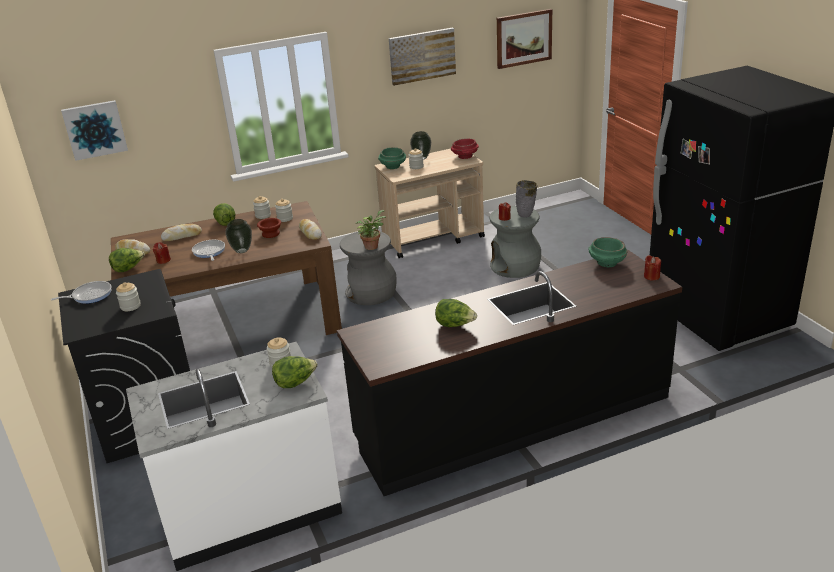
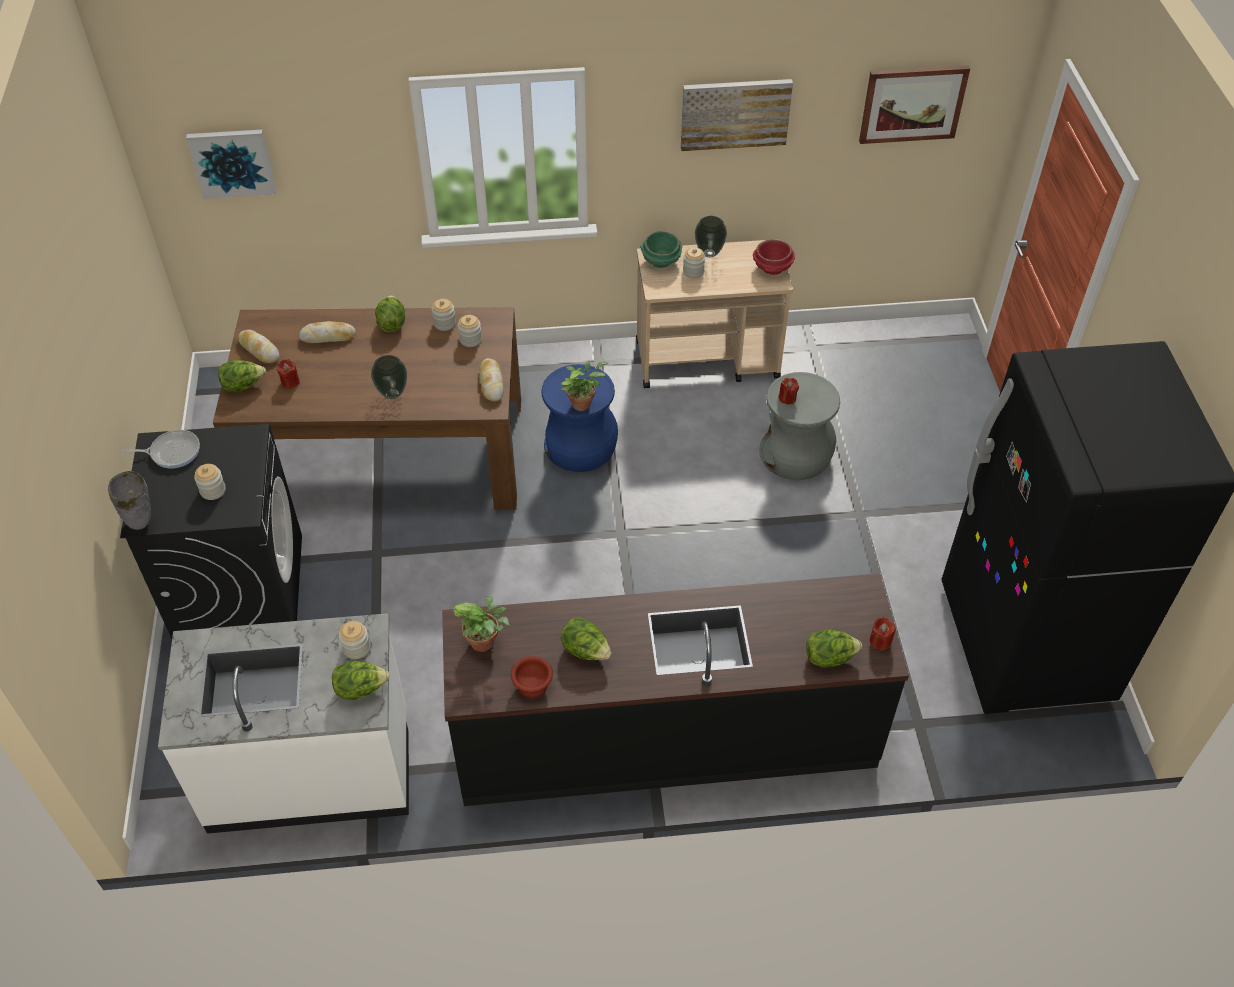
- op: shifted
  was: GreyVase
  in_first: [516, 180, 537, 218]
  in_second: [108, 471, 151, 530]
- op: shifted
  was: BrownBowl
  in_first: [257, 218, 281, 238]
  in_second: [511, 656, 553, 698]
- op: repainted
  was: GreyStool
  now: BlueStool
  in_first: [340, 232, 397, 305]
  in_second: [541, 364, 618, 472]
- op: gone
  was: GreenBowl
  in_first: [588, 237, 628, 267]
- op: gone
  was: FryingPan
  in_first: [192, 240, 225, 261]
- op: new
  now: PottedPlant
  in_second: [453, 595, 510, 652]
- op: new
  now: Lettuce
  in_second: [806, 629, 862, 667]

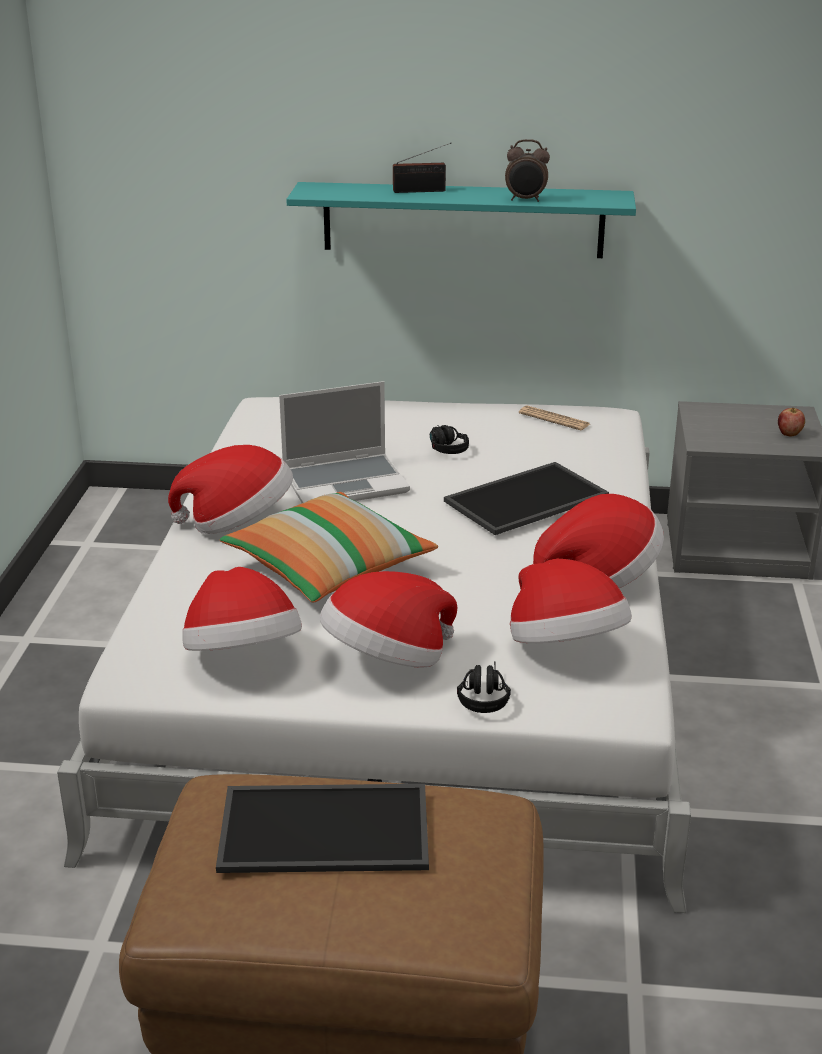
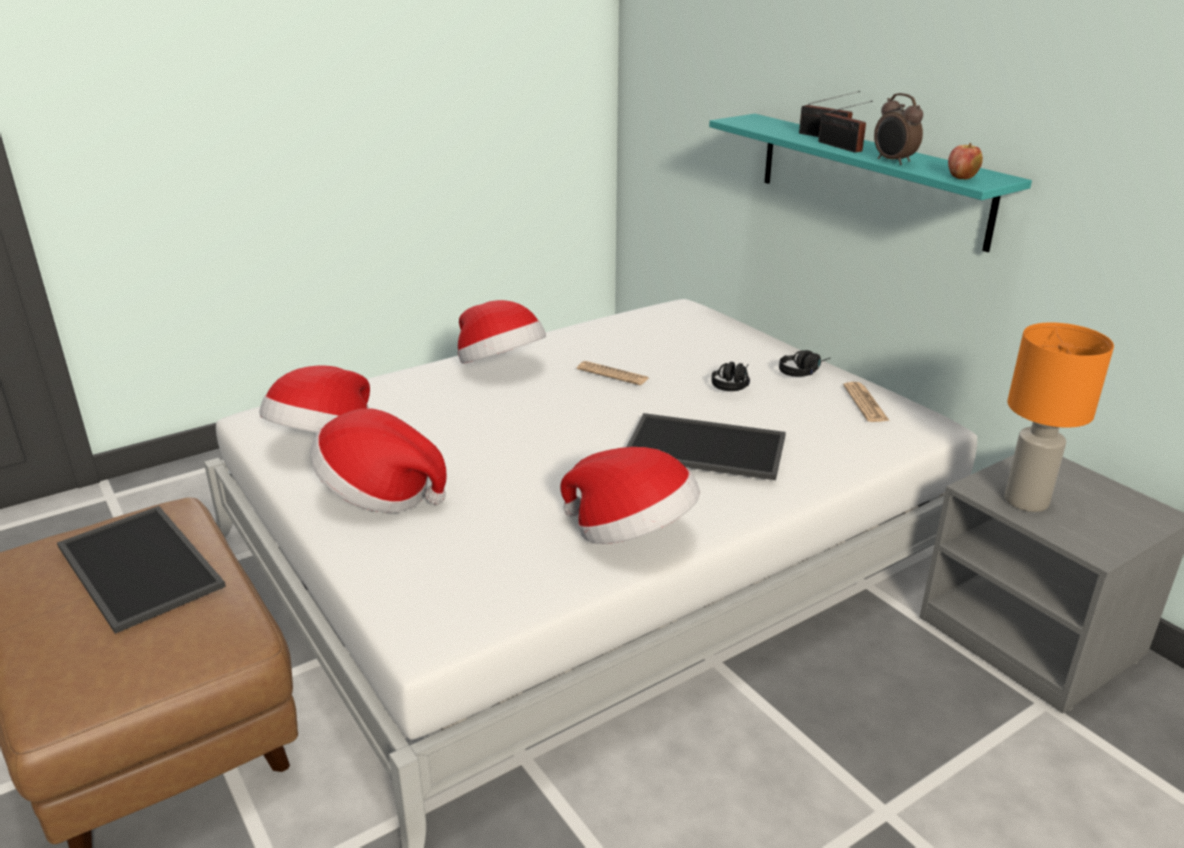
- op: swapped
  was: Laptop
  now: Newspaper
  in_first: [279, 381, 410, 503]
  in_second: [577, 361, 649, 385]
- op: shifted
  was: Apple
  in_first: [778, 407, 805, 437]
  in_second: [948, 143, 983, 180]
- op: gone
  was: Pillow
  in_first: [220, 492, 438, 603]
- op: gone
  was: Hat
  in_first: [510, 559, 632, 643]
- op: shifted
  was: BlackHeadphones
  in_first: [457, 661, 511, 713]
  in_second: [779, 350, 830, 377]
- op: new
  now: Radio
  in_second: [818, 101, 872, 153]
- op: new
  now: OrangeTableLamp
  in_second: [1004, 322, 1114, 512]

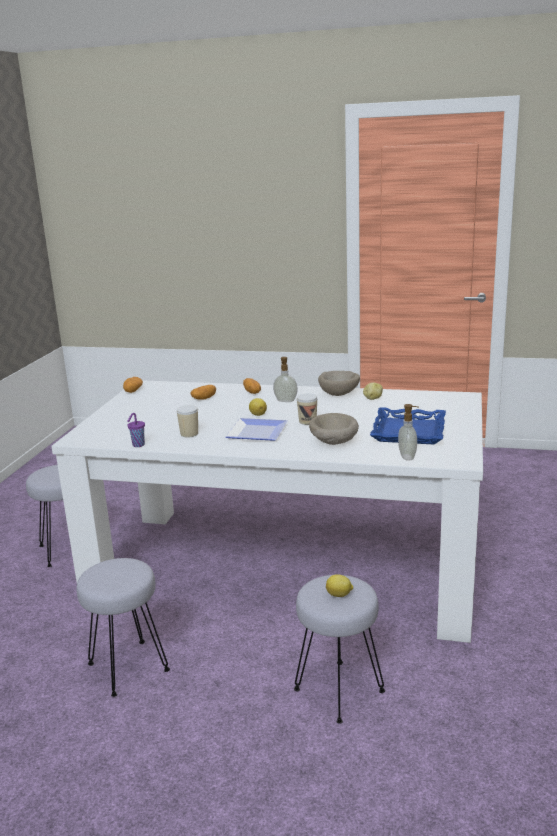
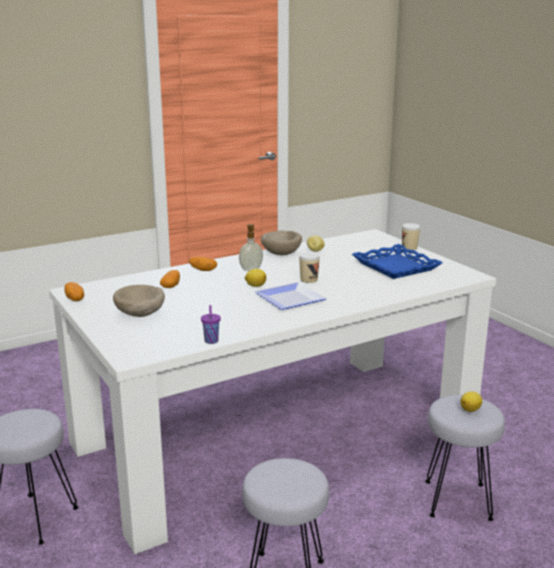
- op: gone
  was: SoapDispenser
  in_first: [398, 404, 419, 461]
- op: shifted
  was: Cup
  in_first: [176, 405, 198, 438]
  in_second: [402, 223, 420, 250]
- op: shifted
  was: BeigeBowl
  in_first: [309, 413, 359, 445]
  in_second: [113, 285, 165, 317]

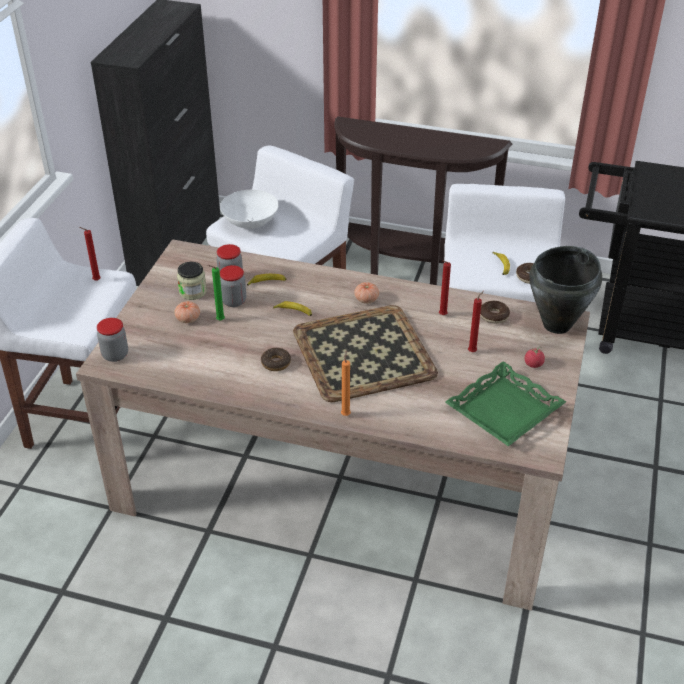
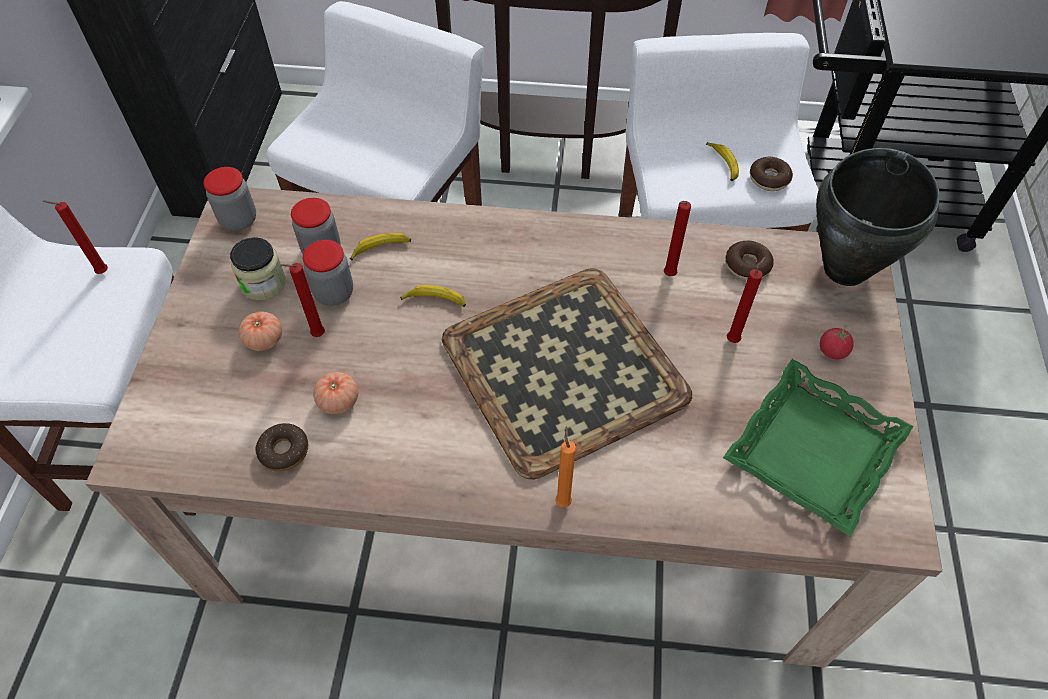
- op: gone
  was: WhiteBowl
  in_first: [220, 190, 279, 229]
- op: repainted
  was: GreenCandle
  now: RedCandle
  in_first: [208, 265, 225, 321]
  in_second: [280, 263, 325, 337]
- op: shifted
  was: Tomato
  in_first: [354, 282, 379, 304]
  in_second: [313, 372, 358, 414]
- op: shifted
  was: Jar
  in_first: [97, 318, 128, 362]
  in_second: [203, 167, 256, 231]
- op: shifted
  was: Donut
  in_first: [261, 348, 291, 371]
  in_second: [255, 423, 308, 471]

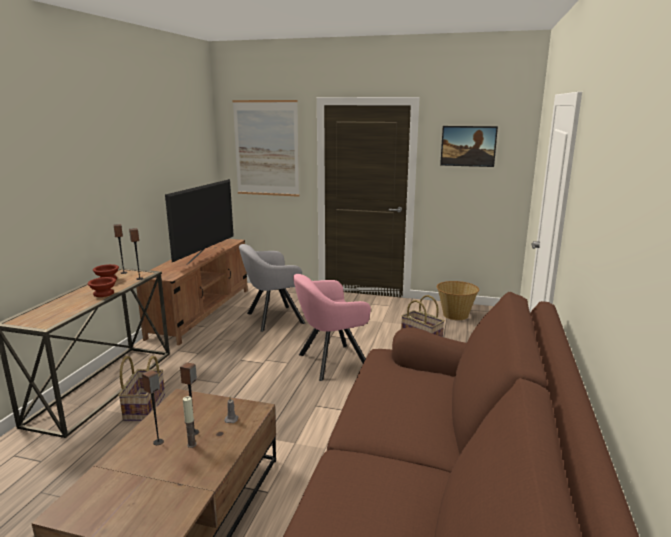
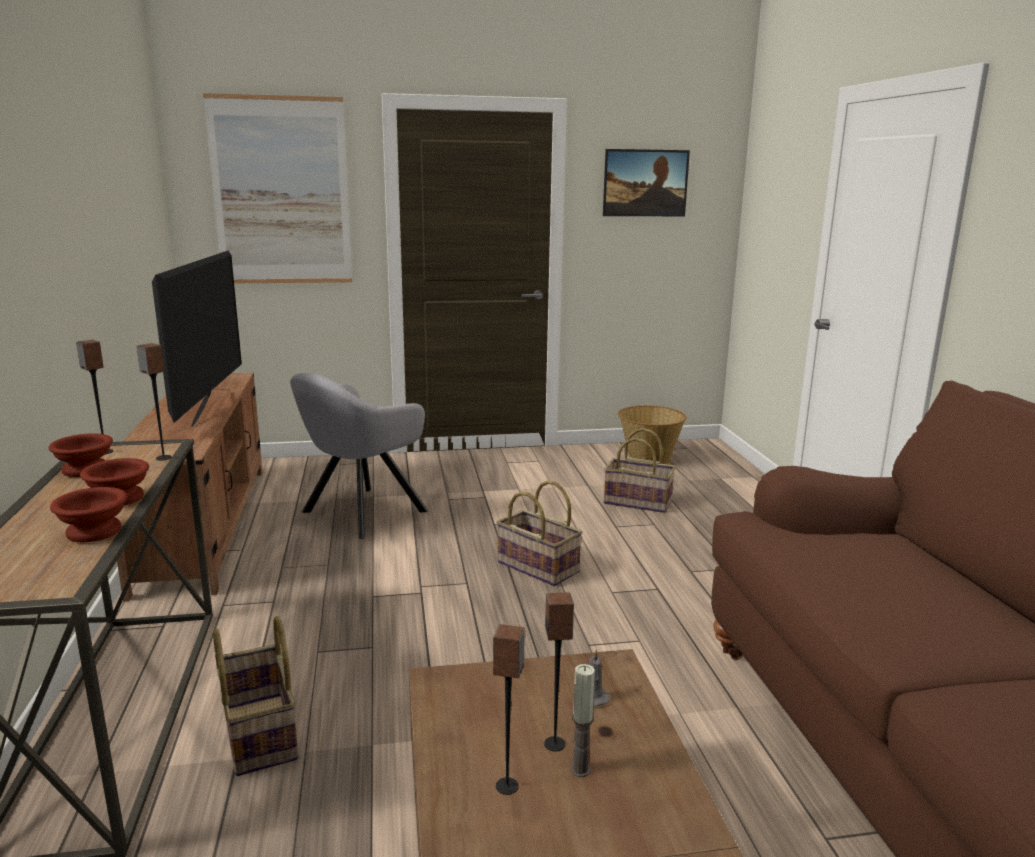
- op: swapped
  was: PinkArmchair
  now: Basket
  in_first: [293, 274, 371, 381]
  in_second: [496, 480, 582, 586]
- op: new
  now: BrownBowl
  in_second: [50, 487, 127, 542]

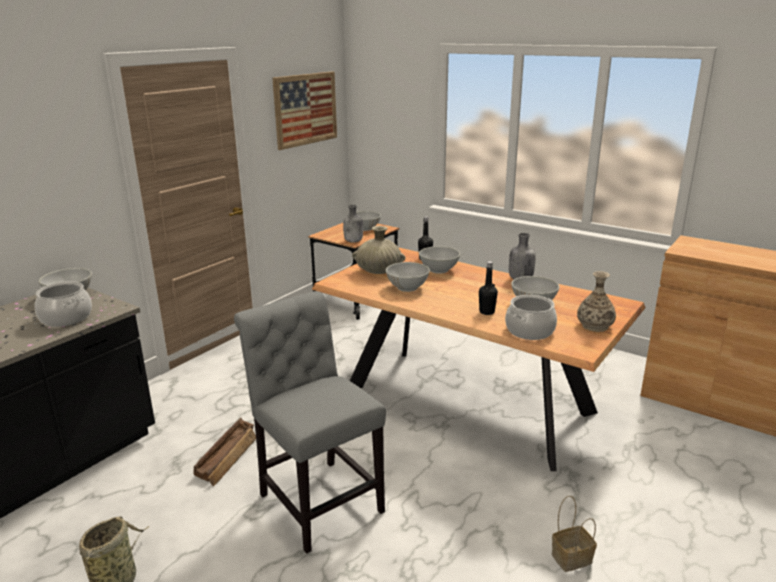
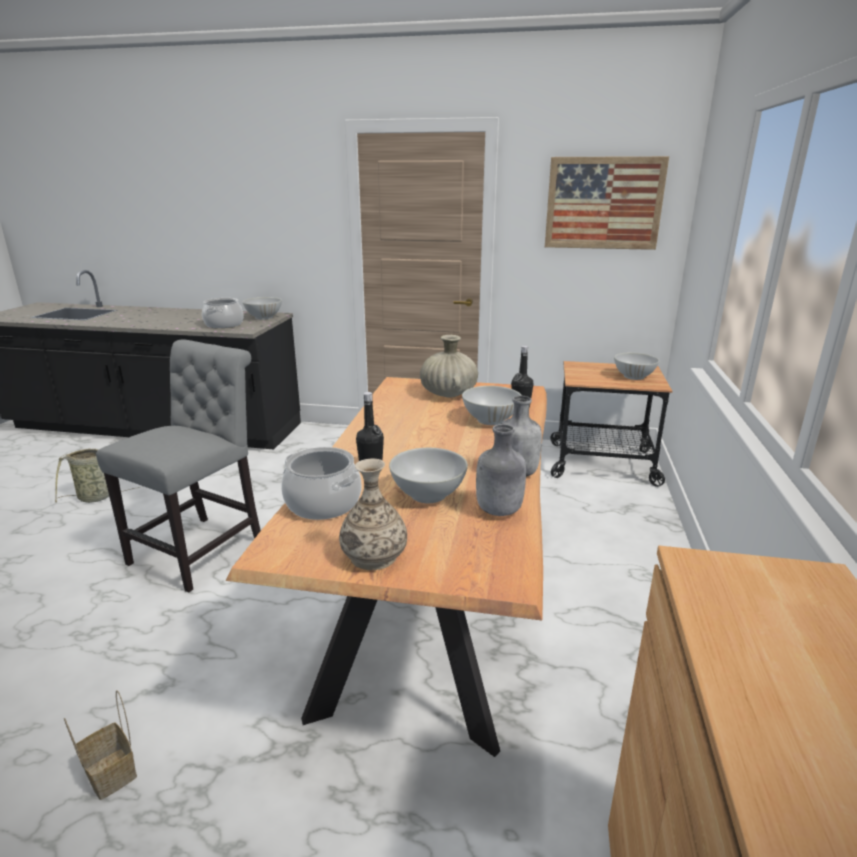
- op: shifted
  was: GreyBottle
  in_first: [343, 205, 363, 243]
  in_second: [476, 424, 526, 516]
- op: gone
  was: WhiteBowl
  in_first: [386, 262, 430, 292]
- op: gone
  was: Crate
  in_first: [194, 418, 256, 486]

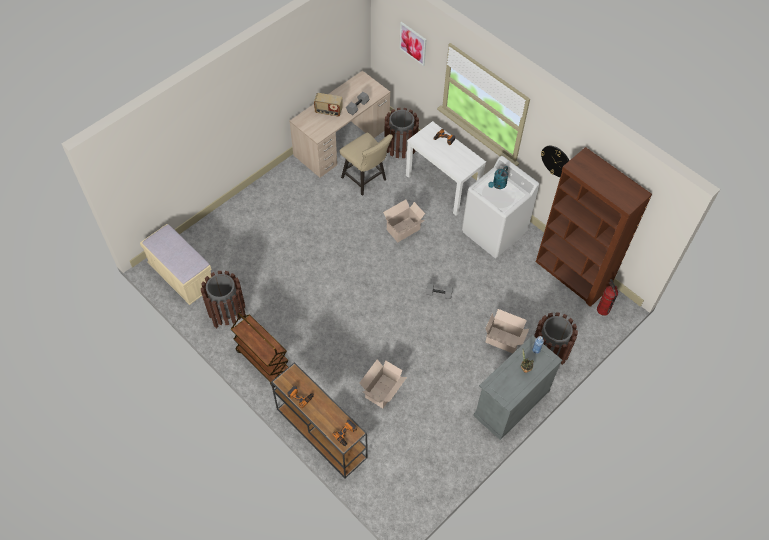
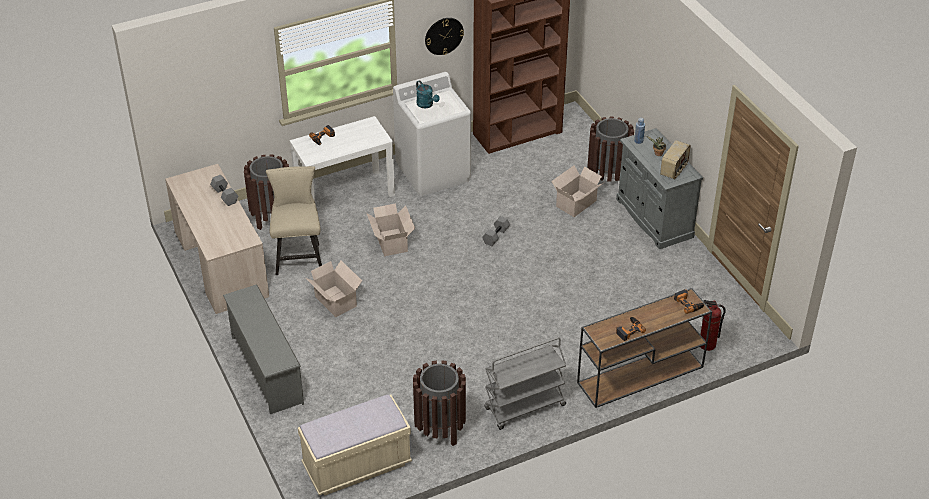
- op: gone
  was: Picture
  in_first: [399, 22, 427, 66]
- op: shifted
  was: Radio
  in_first: [314, 93, 343, 116]
  in_second: [660, 140, 691, 179]
- op: rotated
  was: BeigeChair
  in_first: [340, 132, 393, 196]
  in_second: [266, 166, 322, 275]
  clockwise: -75
- op: shifted
  was: FireExtinguisher
  in_first: [597, 279, 618, 316]
  in_second: [700, 300, 726, 351]
- op: repainted
  was: BrownCart
  now: GreyCart
  in_first: [231, 312, 289, 387]
  in_second: [484, 337, 566, 430]
- op: shifted
  was: CardboardBox
  in_first: [359, 360, 407, 408]
  in_second: [306, 260, 362, 317]
- op: new
  now: GreyShoeRack
  in_second: [223, 284, 304, 414]

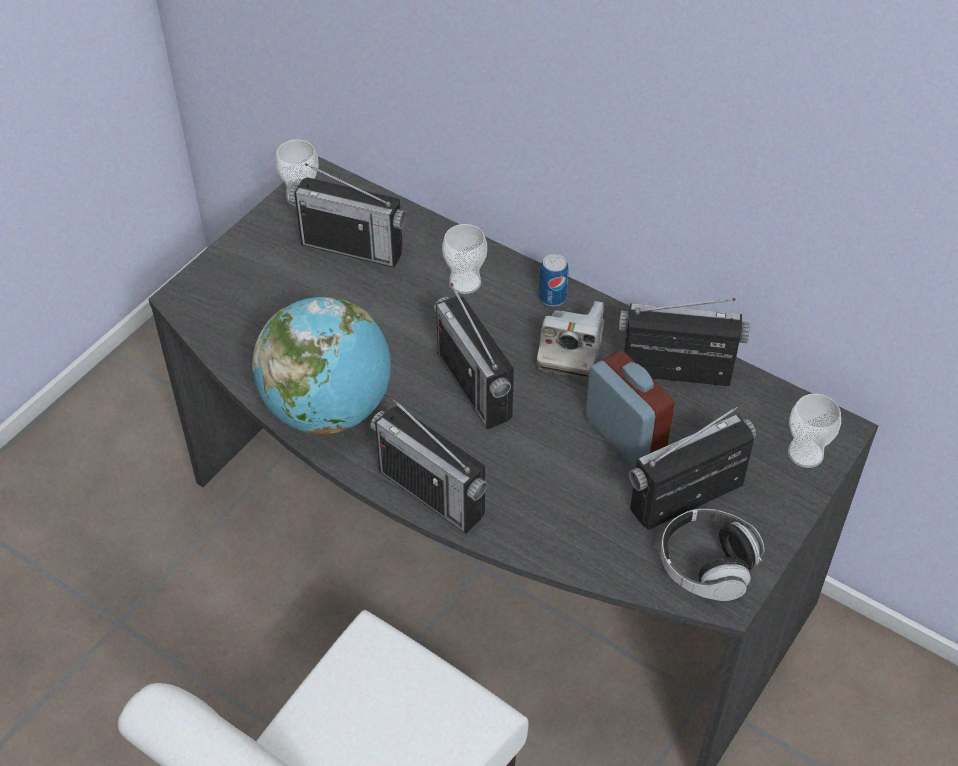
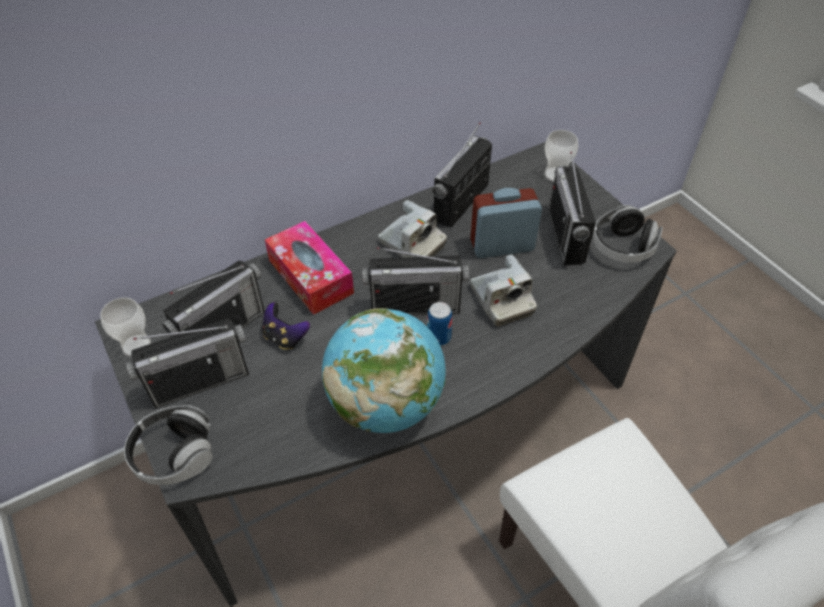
- op: swapped
  was: Cup
  now: TissueBox
  in_first: [442, 224, 487, 294]
  in_second: [265, 221, 354, 315]
- op: shifted
  was: Can
  in_first: [539, 254, 569, 306]
  in_second: [427, 302, 452, 346]
- op: shifted
  was: Radio
  in_first: [370, 397, 488, 534]
  in_second: [126, 318, 249, 408]
- op: new
  now: PhotoCamera
  in_second: [471, 254, 537, 327]
- op: new
  now: GameController
  in_second: [262, 302, 310, 350]
- op: new
  now: Headphones
  in_second: [124, 405, 213, 485]

